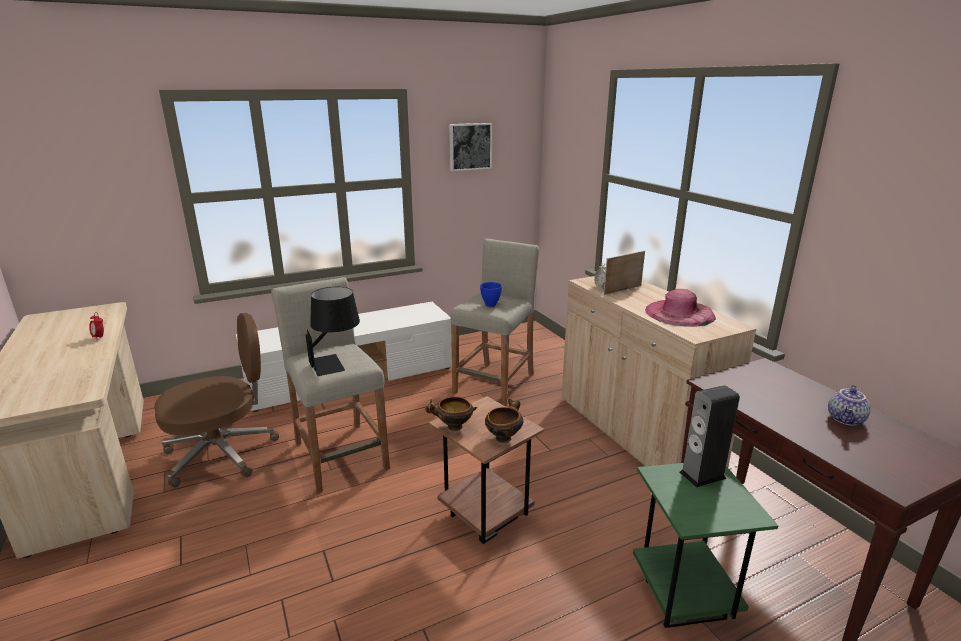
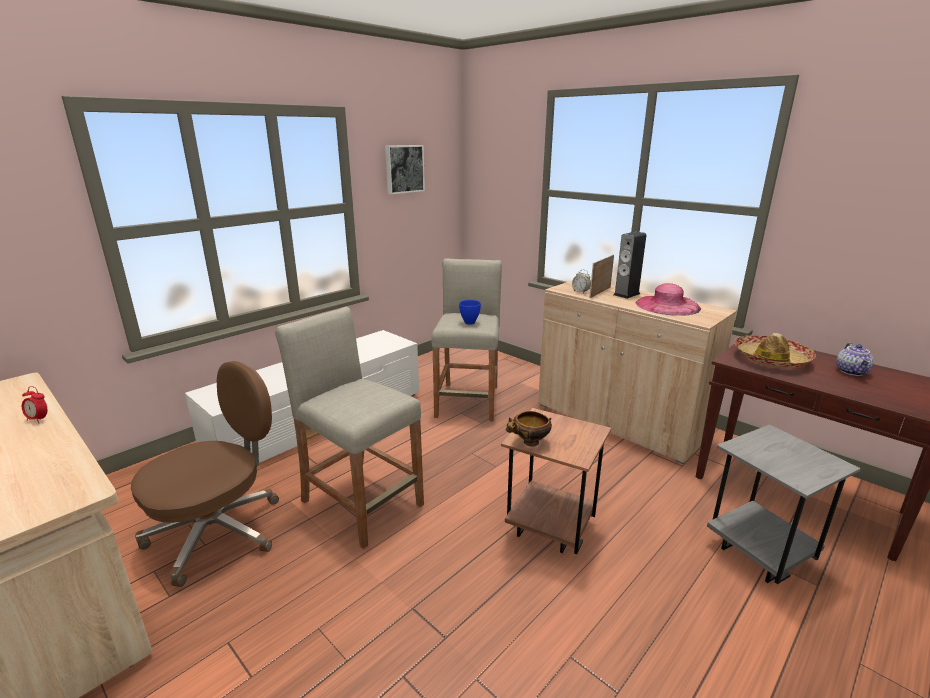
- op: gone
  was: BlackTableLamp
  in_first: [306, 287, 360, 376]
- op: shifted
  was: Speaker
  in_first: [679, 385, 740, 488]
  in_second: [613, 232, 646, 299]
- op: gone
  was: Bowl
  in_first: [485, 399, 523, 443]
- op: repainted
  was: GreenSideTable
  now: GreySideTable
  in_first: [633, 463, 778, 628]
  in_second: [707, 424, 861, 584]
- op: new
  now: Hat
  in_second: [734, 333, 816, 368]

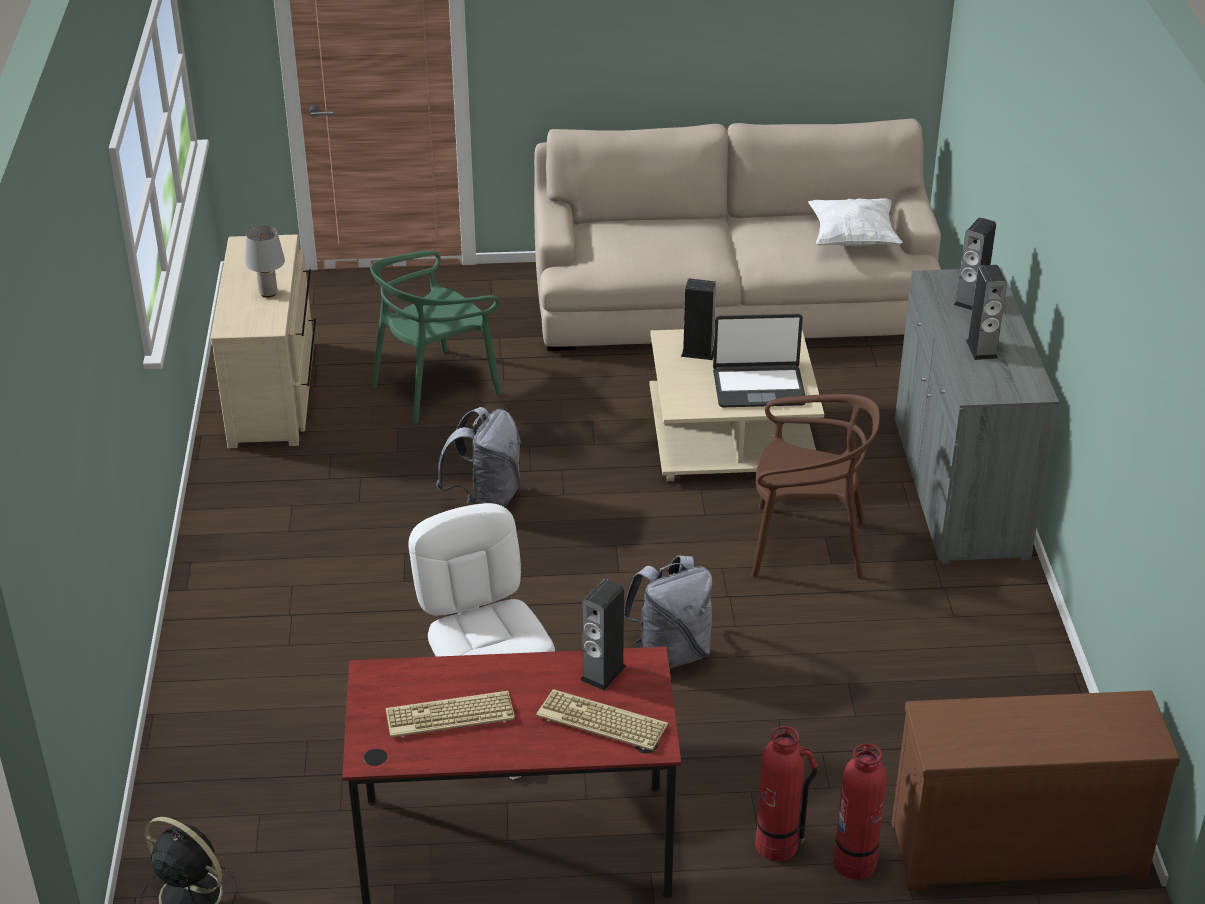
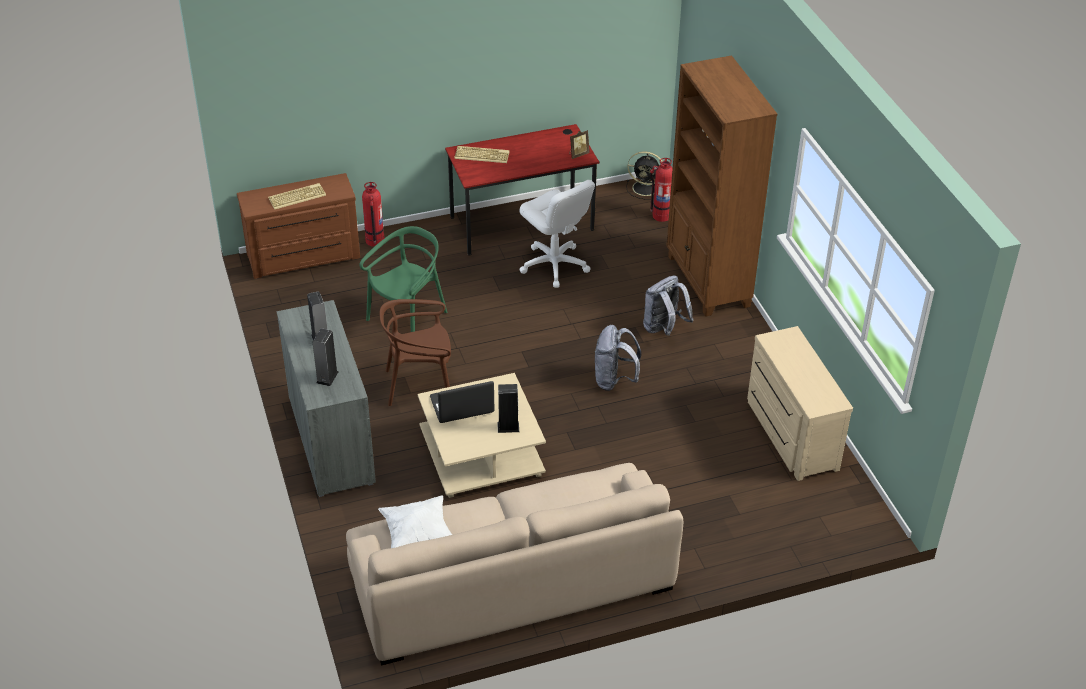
- op: gone
  was: GreyTableLamp
  in_first: [245, 225, 285, 298]
- op: shifted
  was: GreenChair
  in_first: [370, 250, 501, 424]
  in_second: [360, 226, 447, 332]
- op: shifted
  was: GreyBackpack
  in_first: [624, 555, 713, 668]
  in_second: [643, 276, 694, 336]
- op: gone
  was: Speaker
  in_first: [580, 579, 626, 691]
- op: shifted
  was: Keyboard
  in_first: [386, 691, 515, 737]
  in_second: [268, 183, 326, 209]
- op: shifted
  was: FireExtinguisher
  in_first: [755, 726, 818, 861]
  in_second: [650, 158, 673, 222]
- op: new
  now: BrownBookcase
  in_second: [666, 56, 777, 317]
- op: new
  now: PictureFrame
  in_second: [569, 130, 589, 159]

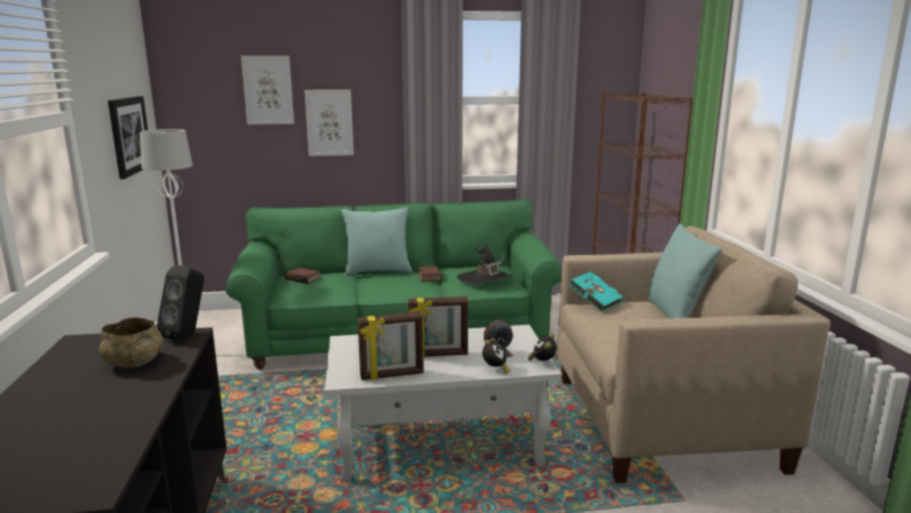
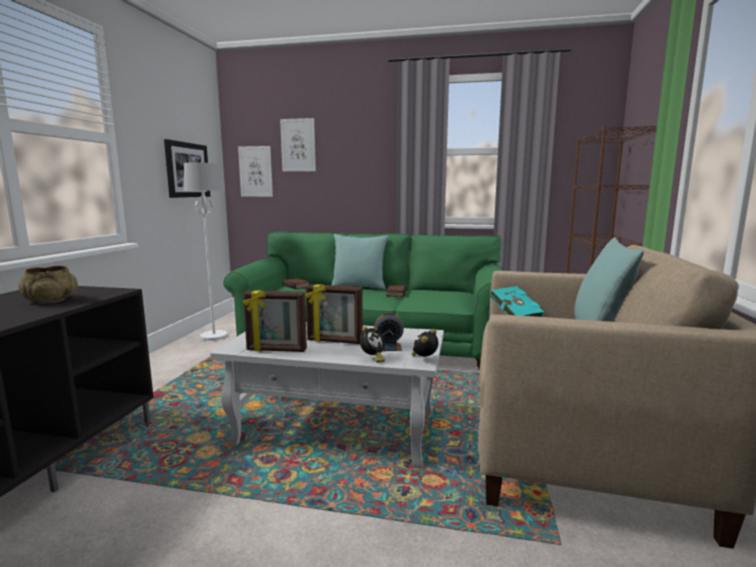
- op: shifted
  was: Picture
  in_first: [304, 90, 354, 156]
  in_second: [238, 146, 273, 197]
- op: gone
  was: BlackHat
  in_first: [457, 244, 514, 285]
- op: gone
  was: BlackSpeaker
  in_first: [157, 265, 204, 341]

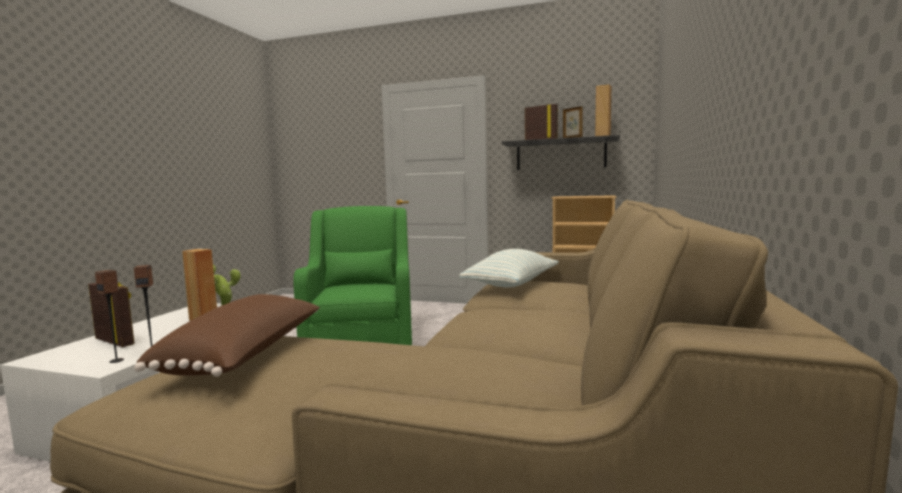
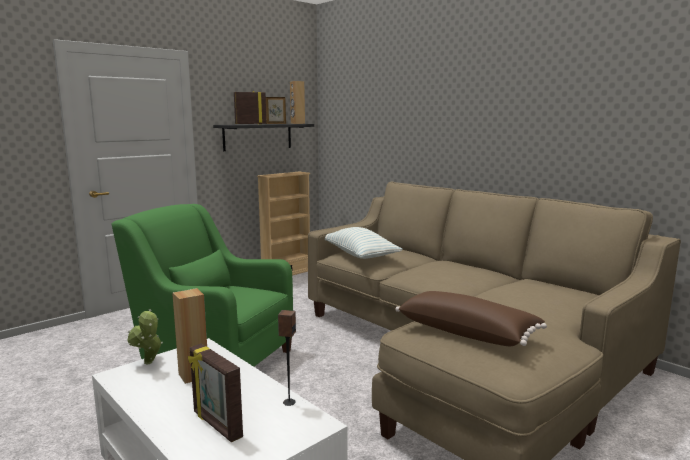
- op: gone
  was: Speaker
  in_first: [95, 270, 124, 363]
- op: rotated
  was: PictureFrame
  in_first: [88, 282, 134, 347]
  in_second: [188, 344, 243, 442]
  clockwise: -105

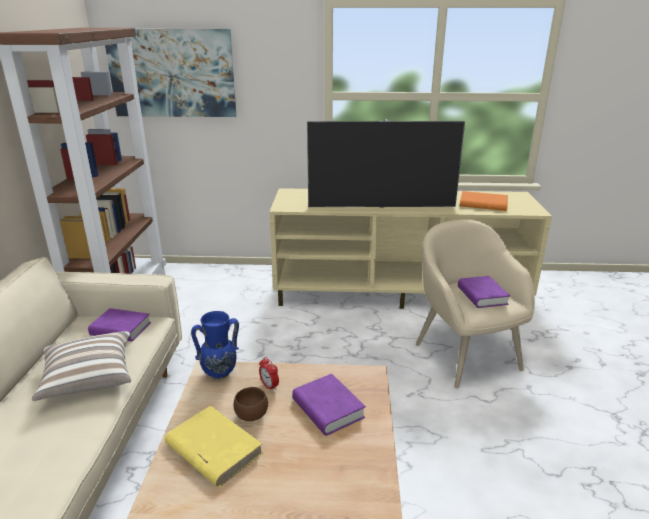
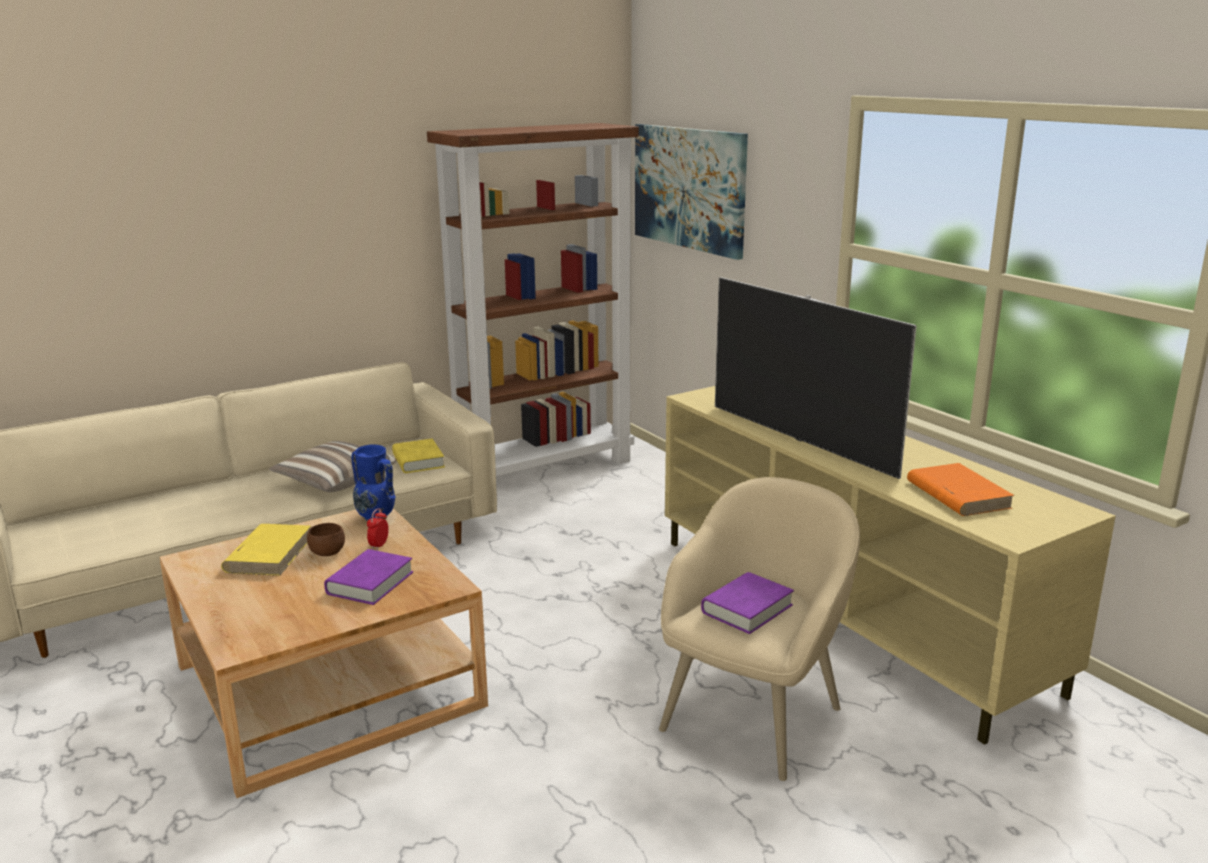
- op: repainted
  was: PurpleBook
  now: YellowBook
  in_first: [88, 308, 151, 342]
  in_second: [392, 439, 445, 473]

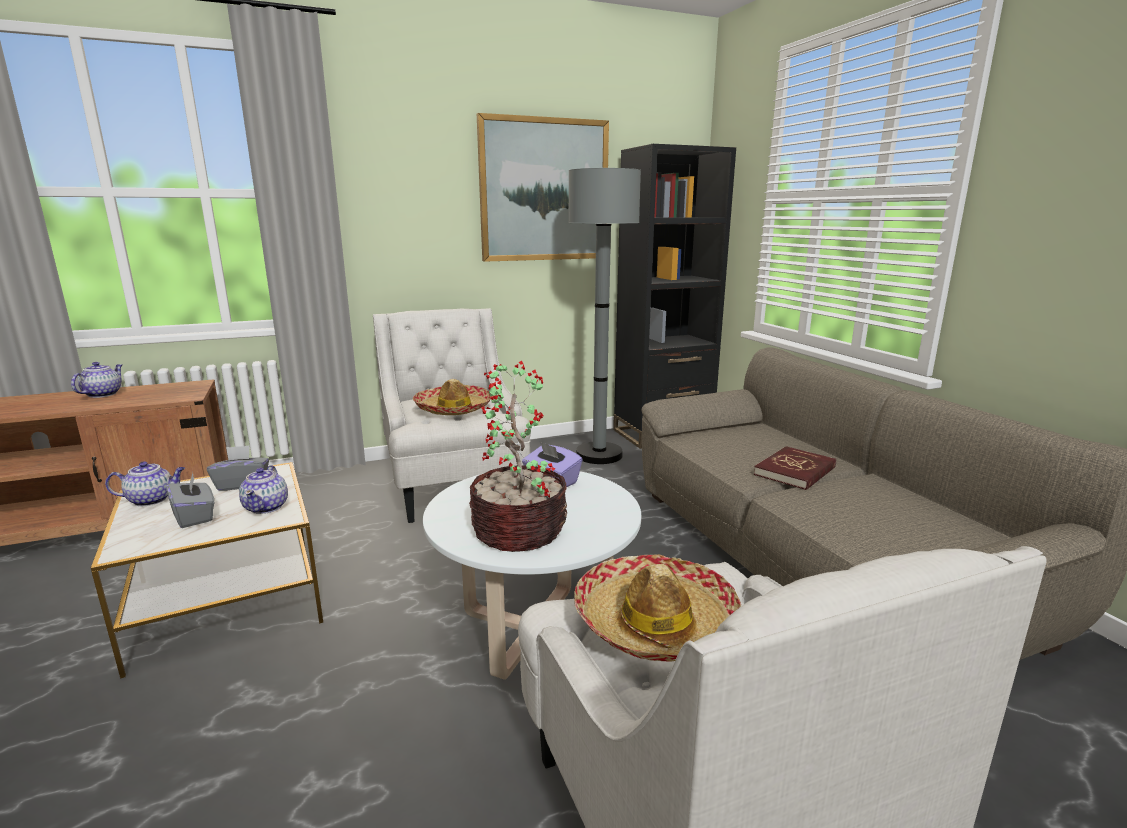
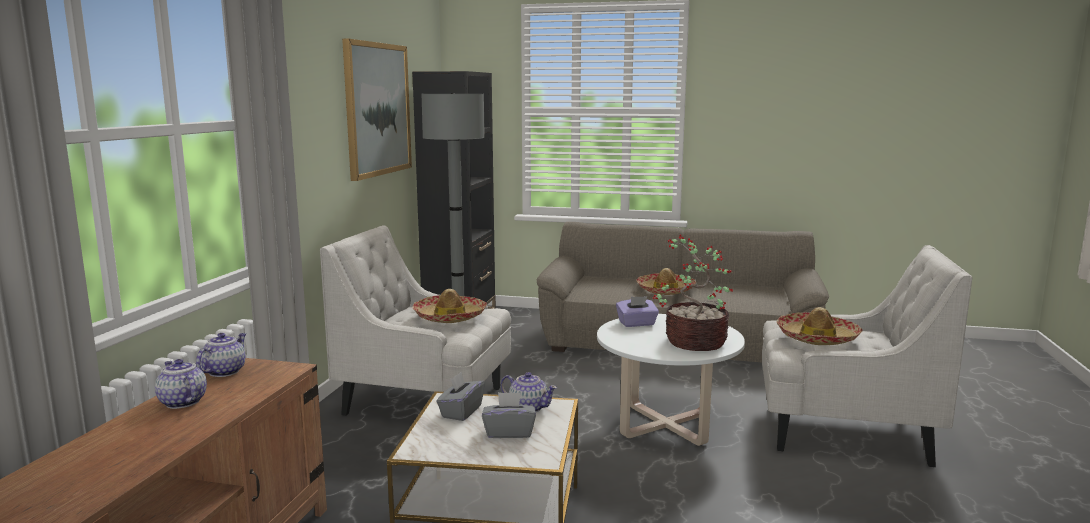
- op: swapped
  was: RedBook
  now: Hat
  in_first: [754, 446, 836, 490]
  in_second: [636, 268, 696, 295]
- op: shifted
  was: Teapot
  in_first: [105, 461, 185, 506]
  in_second: [196, 333, 246, 377]

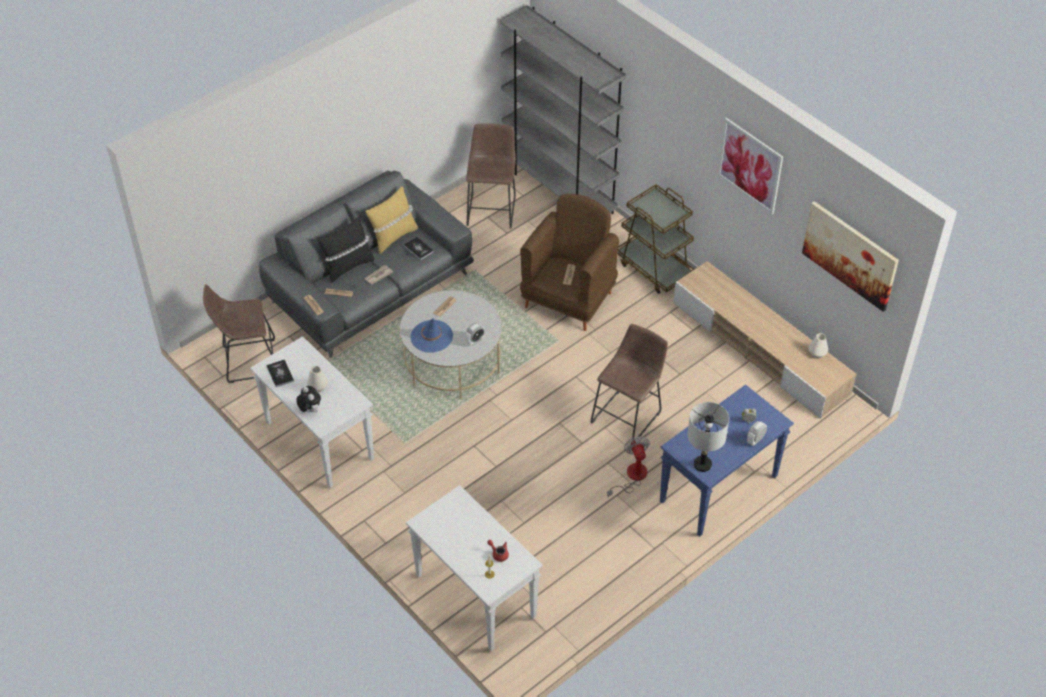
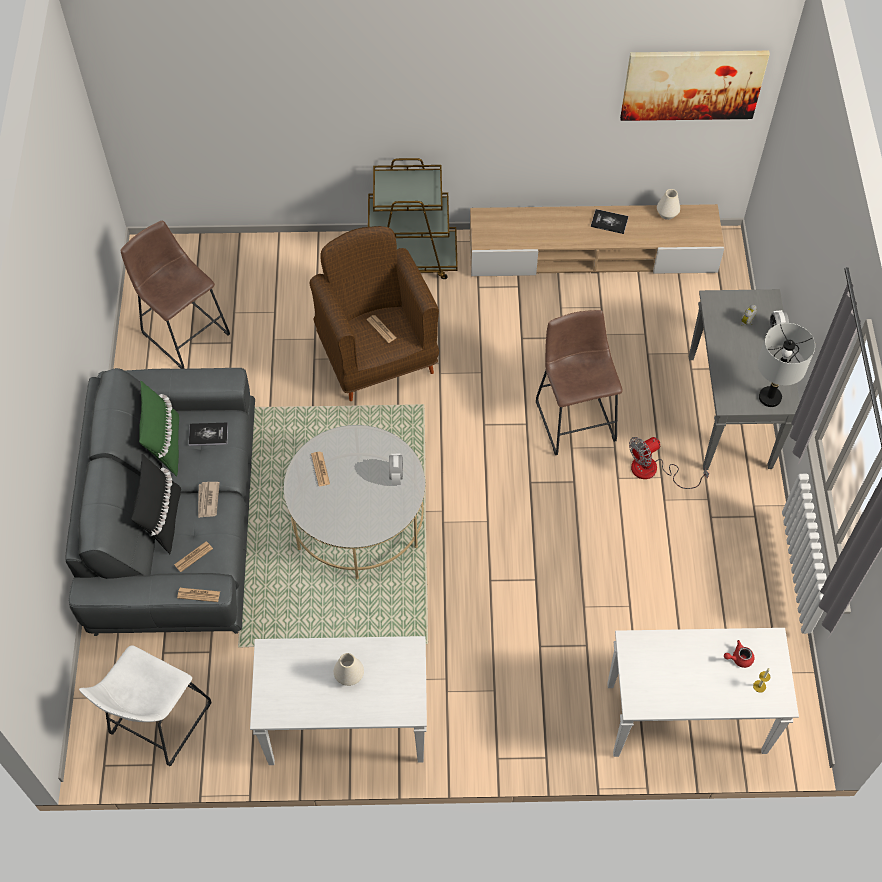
- op: gone
  was: GreyBookcase
  in_first: [500, 5, 626, 214]
- op: gone
  was: Picture
  in_first: [718, 118, 783, 214]
- op: repainted
  was: YellowPillow
  now: GreenPillow
  in_first: [365, 186, 418, 254]
  in_second: [139, 381, 179, 477]
- op: repainted
  was: BrownStool
  now: WhiteStool
  in_first: [203, 284, 275, 383]
  in_second: [79, 645, 211, 766]
- op: gone
  was: BlueHat
  in_first: [410, 318, 453, 353]
- op: shifted
  was: Book
  in_first: [266, 359, 294, 387]
  in_second: [591, 209, 629, 234]
- op: repainted
  was: BlueConsoleTable
  now: GreyConsoleTable
  in_first: [660, 385, 794, 536]
  in_second: [689, 289, 800, 470]
- op: gone
  was: PlushToy
  in_first: [296, 386, 321, 412]
- op: rotated
  was: Fan
  in_first: [607, 436, 650, 497]
  in_second: [629, 437, 709, 489]
  clockwise: -60

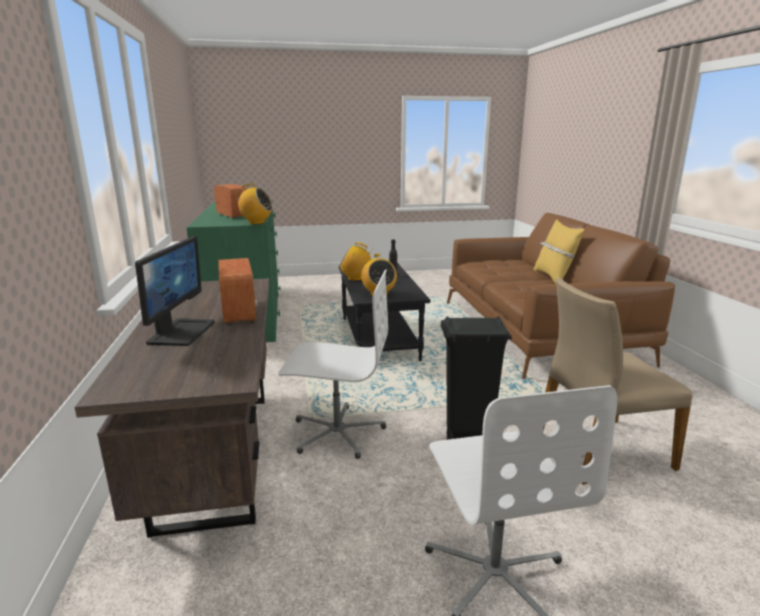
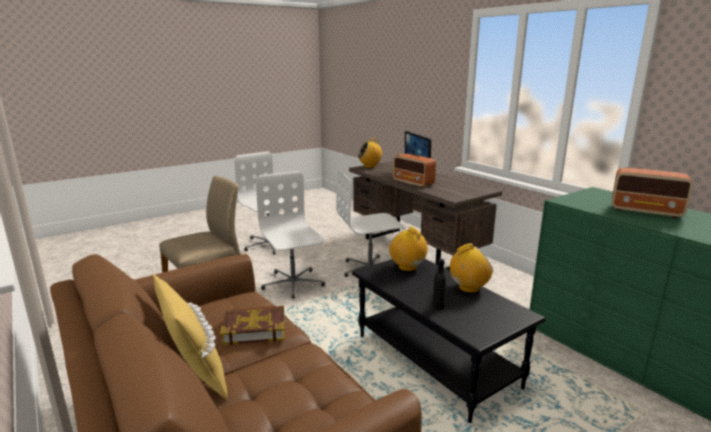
- op: shifted
  was: Radio
  in_first: [234, 184, 273, 224]
  in_second: [358, 139, 382, 168]
- op: swapped
  was: BlackTrashCan
  now: WhiteOfficeChair
  in_first: [441, 316, 512, 440]
  in_second: [256, 171, 325, 299]
- op: new
  now: Book
  in_second: [220, 306, 285, 345]

